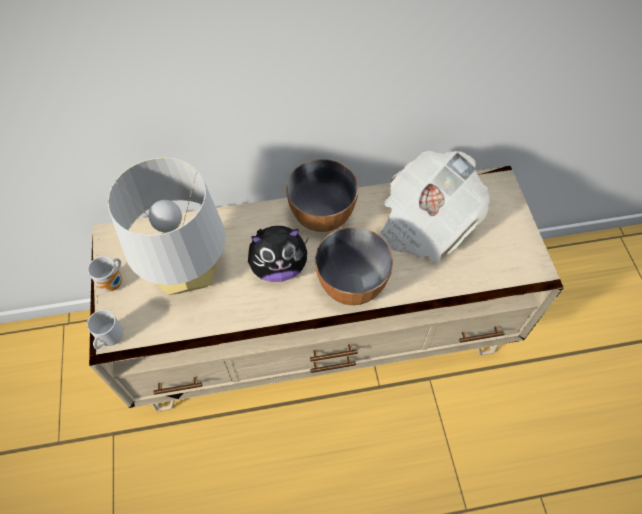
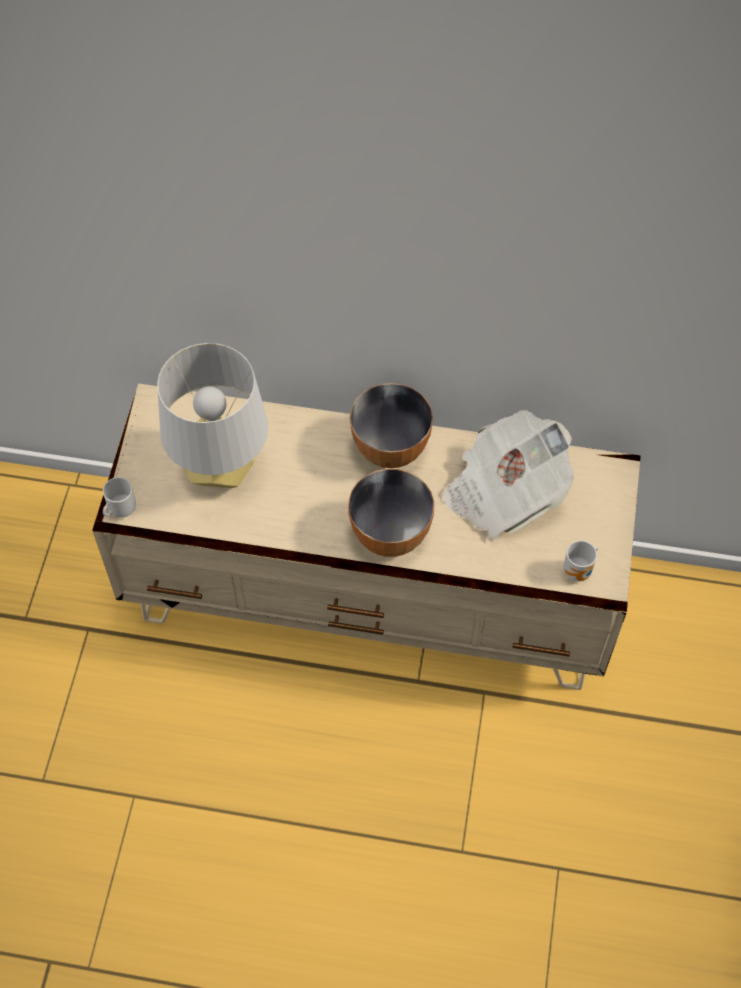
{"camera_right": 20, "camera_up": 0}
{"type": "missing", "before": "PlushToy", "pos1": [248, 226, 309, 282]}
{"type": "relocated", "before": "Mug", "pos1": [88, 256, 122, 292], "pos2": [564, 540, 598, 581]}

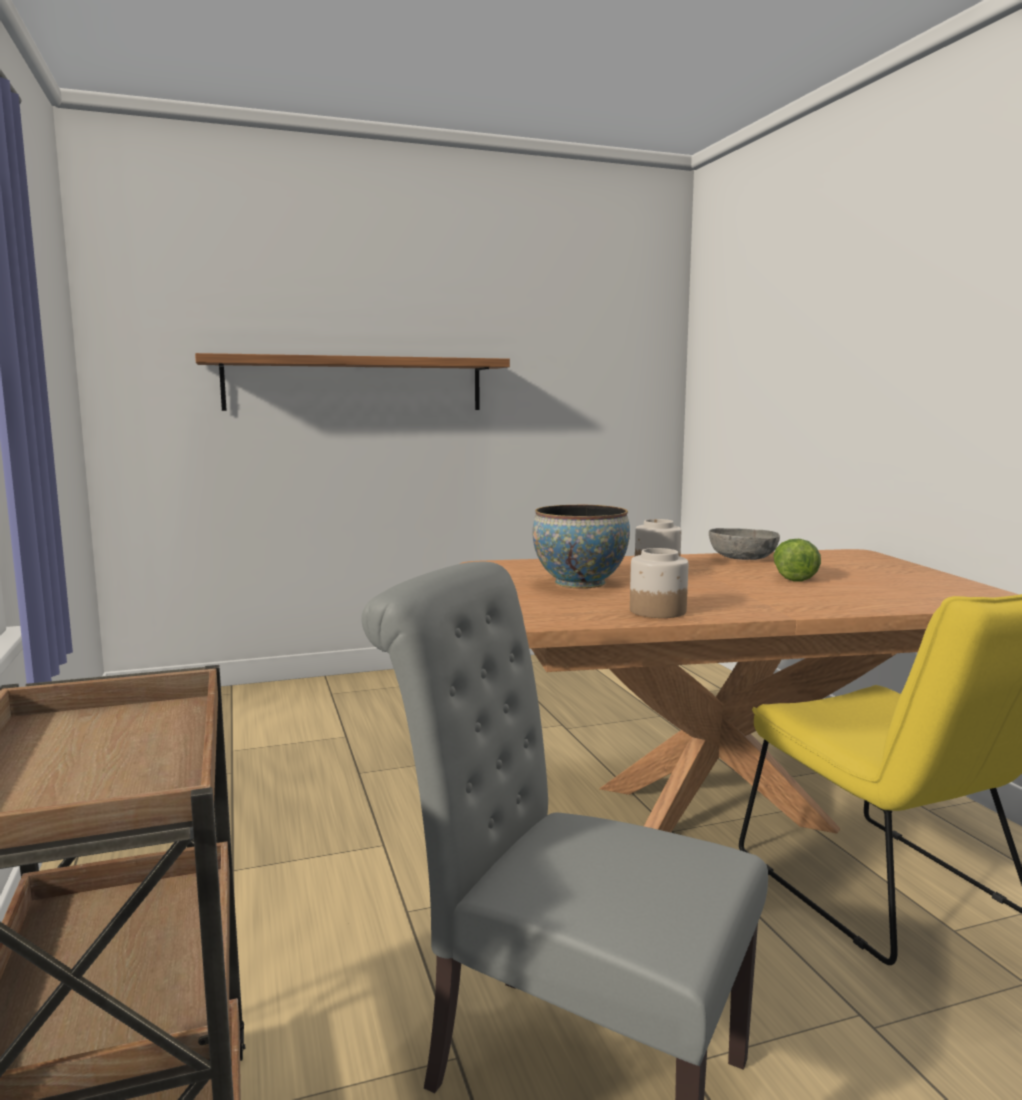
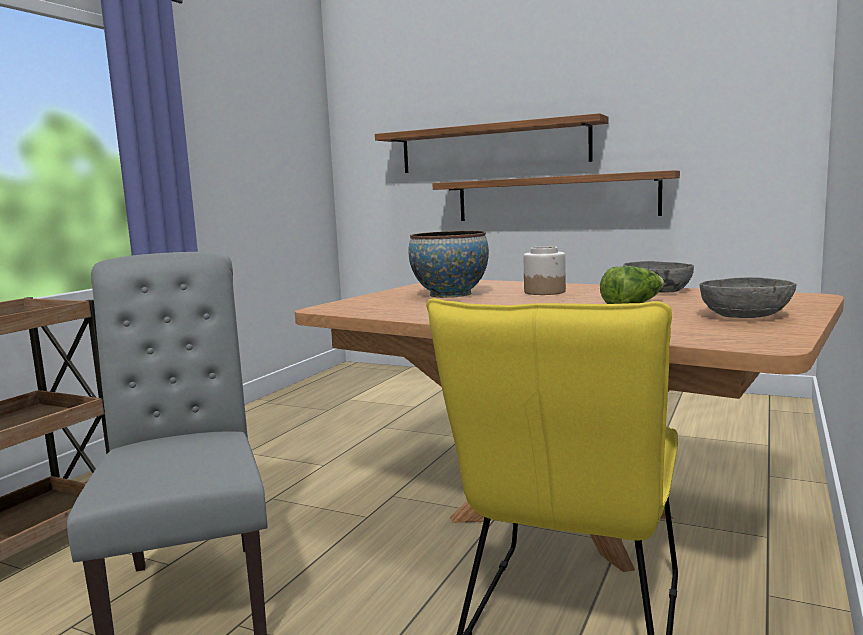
{"camera_right": 45, "camera_up": 0}
{"type": "missing", "before": "Jar", "pos1": [630, 548, 688, 618]}
{"type": "appeared", "after": "Shelf", "pos2": [432, 170, 680, 221]}
{"type": "appeared", "after": "GreyBowl", "pos2": [699, 277, 797, 318]}

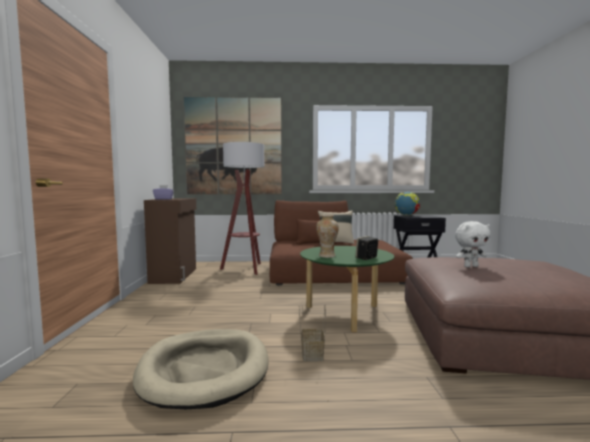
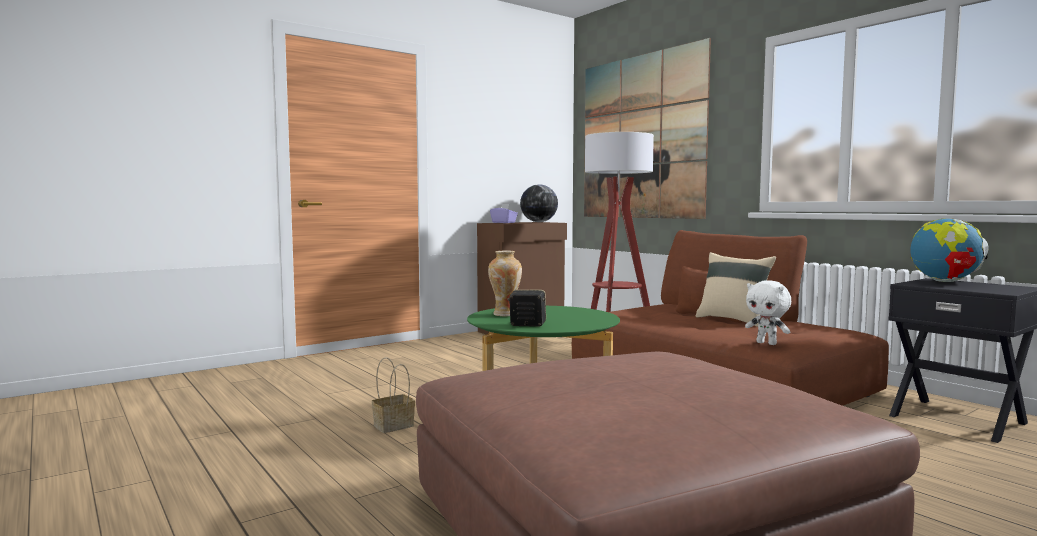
{"camera_right": 55, "camera_up": 0}
{"type": "missing", "before": "BeigeDogBed", "pos1": [133, 329, 269, 409]}
{"type": "appeared", "after": "Globe", "pos2": [520, 184, 558, 222]}
{"type": "relocated", "before": "WhitePlushToy", "pos1": [455, 221, 491, 267], "pos2": [745, 280, 791, 345]}

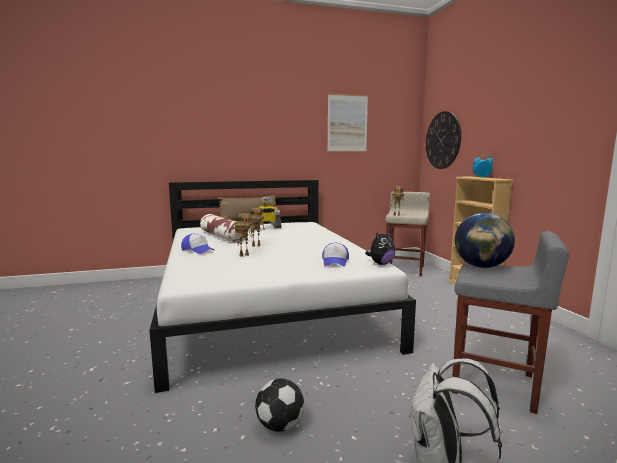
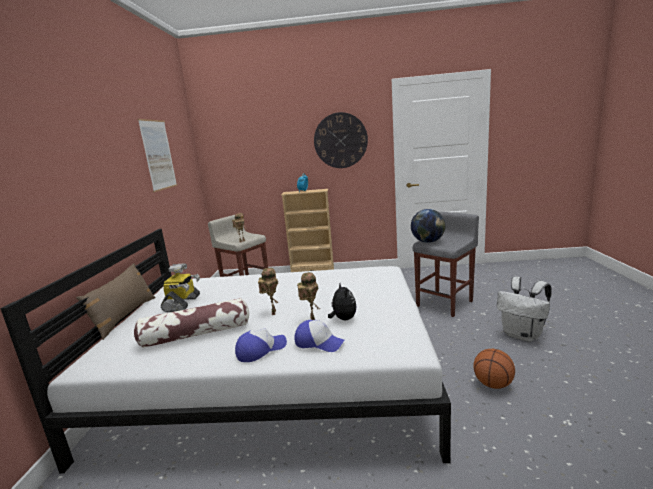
{"camera_right": -70, "camera_up": 5}
{"type": "relocated", "before": "Cap", "pos1": [322, 243, 349, 267], "pos2": [295, 320, 344, 352]}
{"type": "relocated", "before": "PlushToy", "pos1": [365, 231, 395, 265], "pos2": [328, 283, 357, 320]}
{"type": "relocated", "before": "WallClock", "pos1": [426, 111, 461, 169], "pos2": [314, 112, 368, 168]}
{"type": "exchanged", "before": "Football", "after": "Basketball", "pos1": [255, 378, 304, 432], "pos2": [473, 349, 515, 389]}

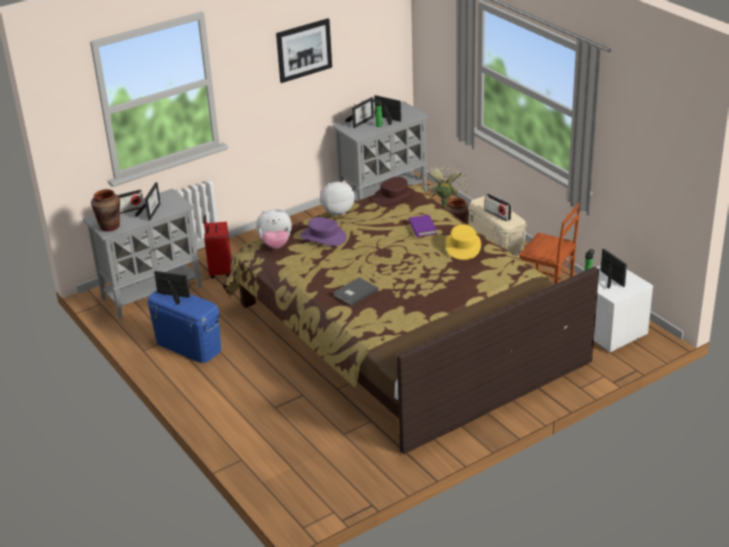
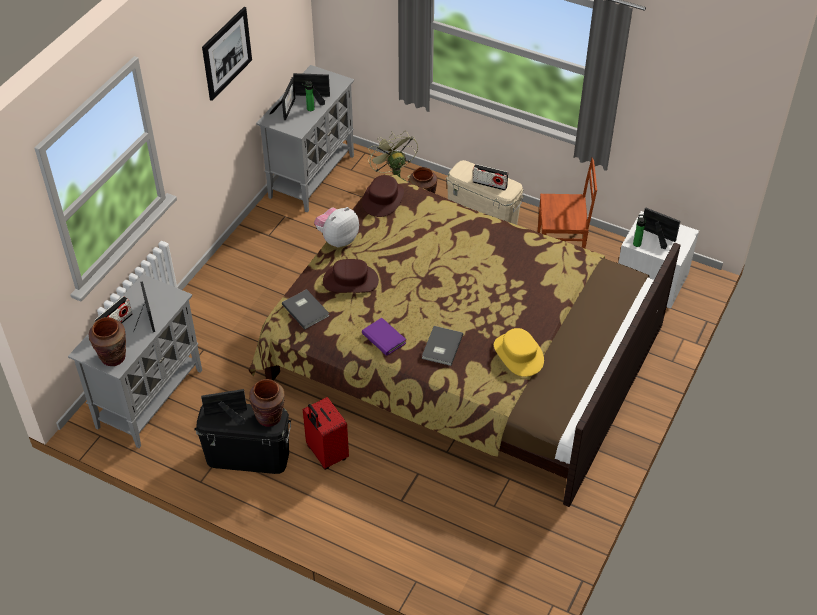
{"camera_right": -30, "camera_up": 15}
{"type": "appeared", "after": "BrownVase", "pos2": [249, 379, 285, 427]}
{"type": "relocated", "before": "RedSuitcase", "pos1": [204, 215, 231, 278], "pos2": [303, 397, 349, 470]}
{"type": "relocated", "before": "PurpleBook", "pos1": [408, 215, 437, 237], "pos2": [362, 318, 406, 356]}
{"type": "relocated", "before": "YellowHat", "pos1": [445, 224, 481, 260], "pos2": [494, 328, 544, 377]}
{"type": "exchanged", "before": "PlushToy", "after": "GreyBook", "pos1": [256, 209, 292, 249], "pos2": [282, 289, 329, 330]}
{"type": "colour", "before": "BlueStorageBox", "after": "BlackStorageBox", "pos1": [147, 291, 221, 363], "pos2": [195, 404, 291, 474]}
{"type": "colour", "before": "PurpleHat", "after": "BrownHat", "pos1": [300, 217, 347, 246], "pos2": [323, 259, 379, 293]}

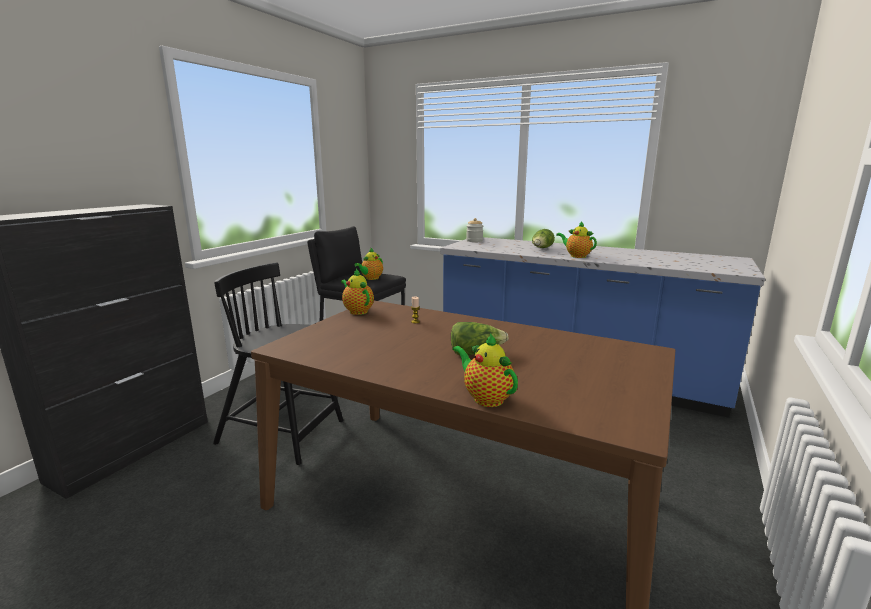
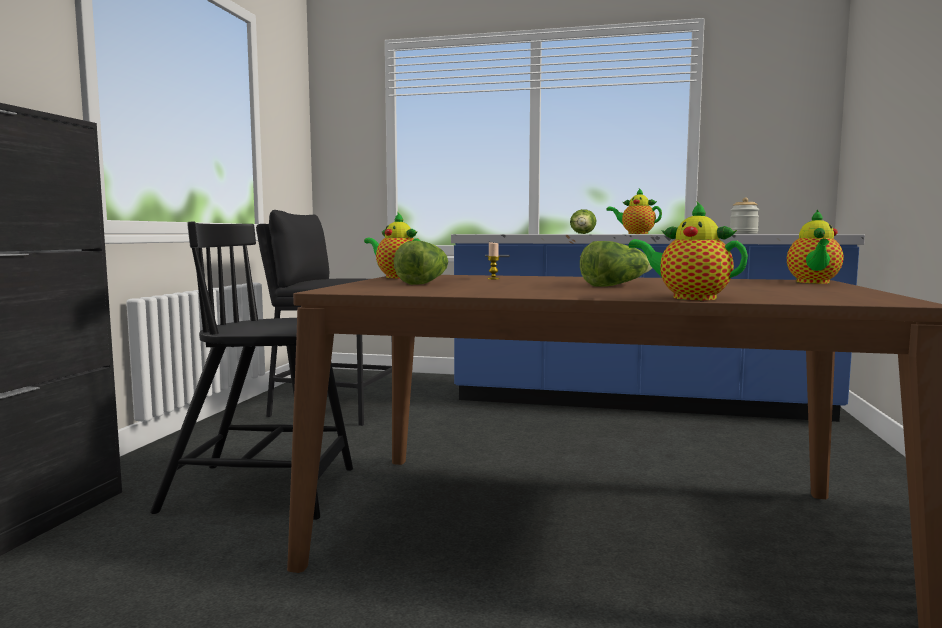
{"camera_right": -15, "camera_up": -10}
{"type": "appeared", "after": "Lettuce", "pos2": [393, 241, 448, 285]}
{"type": "relocated", "before": "Teapot", "pos1": [354, 248, 383, 280], "pos2": [787, 209, 843, 284]}
{"type": "relocated", "before": "Jar", "pos1": [466, 218, 483, 242], "pos2": [730, 197, 759, 234]}

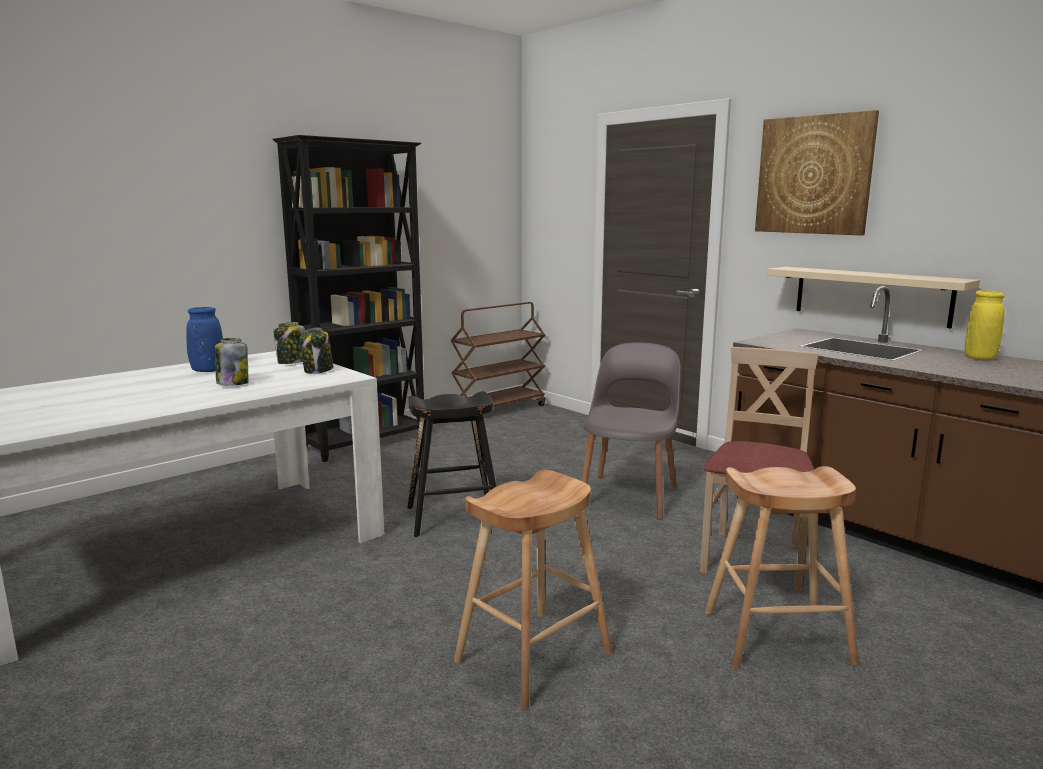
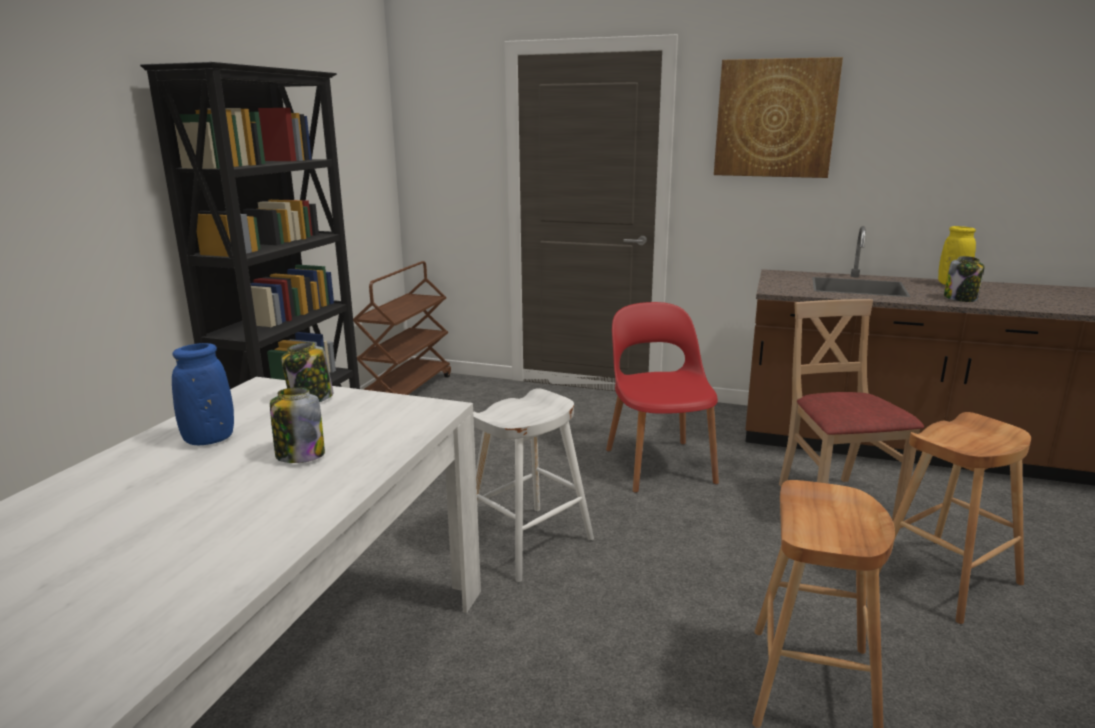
{"camera_right": -30, "camera_up": 5}
{"type": "missing", "before": "BeigeShelf", "pos1": [767, 267, 980, 328]}
{"type": "relocated", "before": "Jar", "pos1": [300, 328, 333, 374], "pos2": [944, 256, 985, 302]}
{"type": "colour", "before": "BlackStool", "after": "WhiteStool", "pos1": [407, 392, 496, 537], "pos2": [473, 388, 594, 582]}
{"type": "colour", "before": "GreyChair", "after": "RedChair", "pos1": [582, 342, 681, 519], "pos2": [606, 302, 719, 493]}

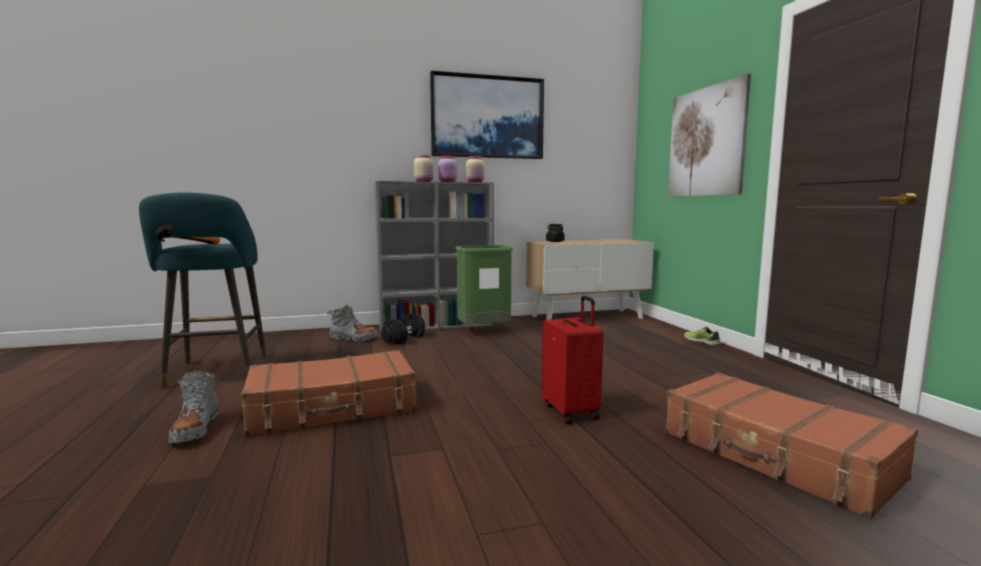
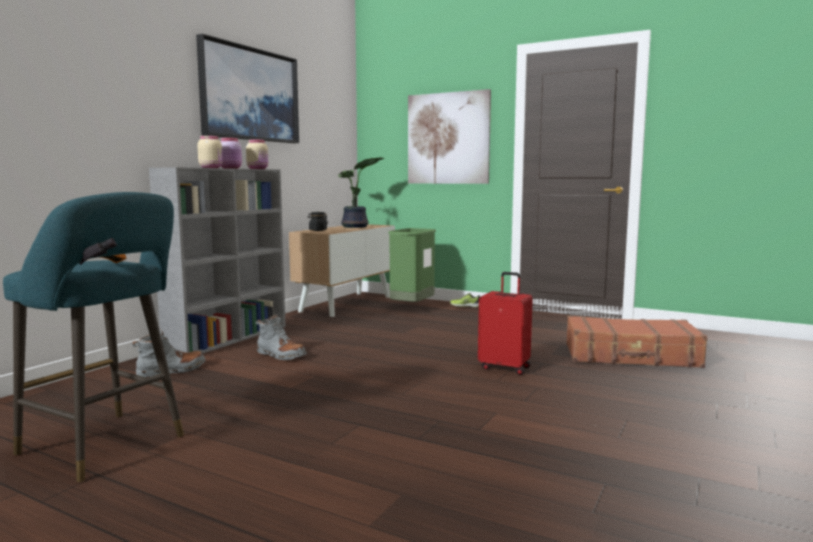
{"camera_right": -45, "camera_up": 0}
{"type": "missing", "before": "BrownSuitcase", "pos1": [241, 350, 416, 436]}
{"type": "missing", "before": "BlackDumbbell", "pos1": [381, 313, 425, 345]}
{"type": "appeared", "after": "PottedPlant", "pos2": [338, 157, 384, 228]}
{"type": "relocated", "before": "GreyBoot", "pos1": [168, 371, 219, 443], "pos2": [255, 315, 307, 360]}
{"type": "relocated", "before": "GreenTrashCan", "pos1": [455, 245, 513, 325], "pos2": [388, 228, 436, 302]}

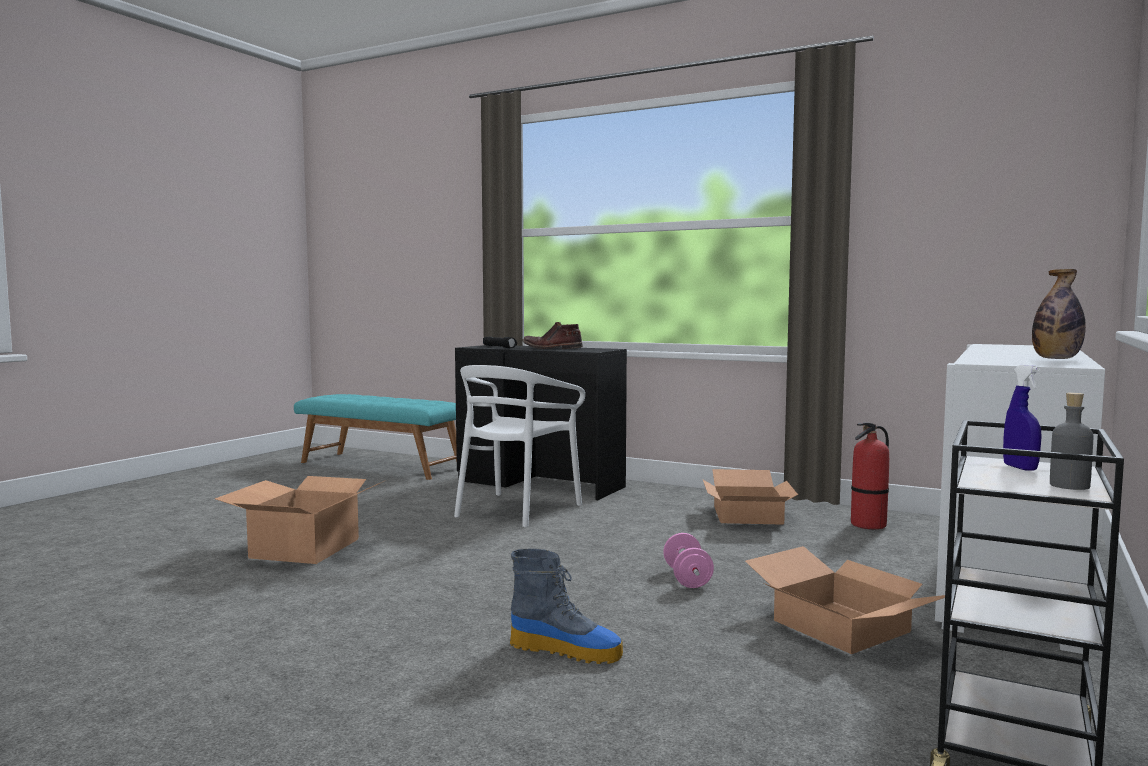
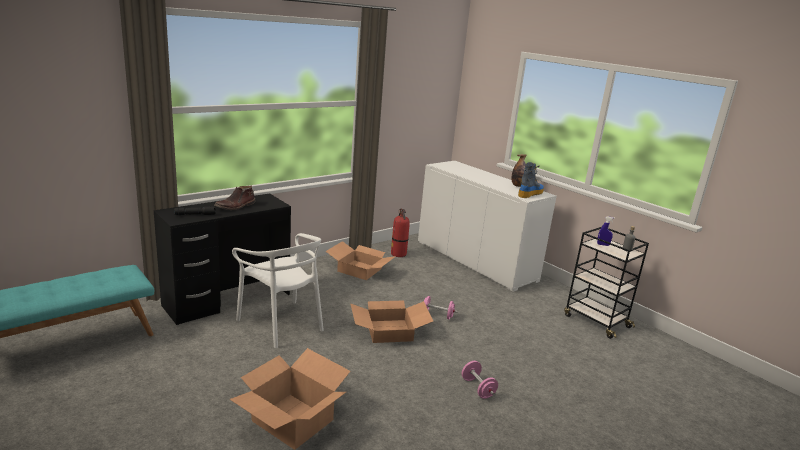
{"camera_right": -70, "camera_up": 15}
{"type": "appeared", "after": "PinkDumbbell", "pos2": [462, 361, 498, 399]}
{"type": "relocated", "before": "Boot", "pos1": [510, 549, 623, 664], "pos2": [518, 162, 544, 198]}
{"type": "relocated", "before": "CardboardBox", "pos1": [745, 546, 945, 654], "pos2": [350, 300, 433, 343]}

